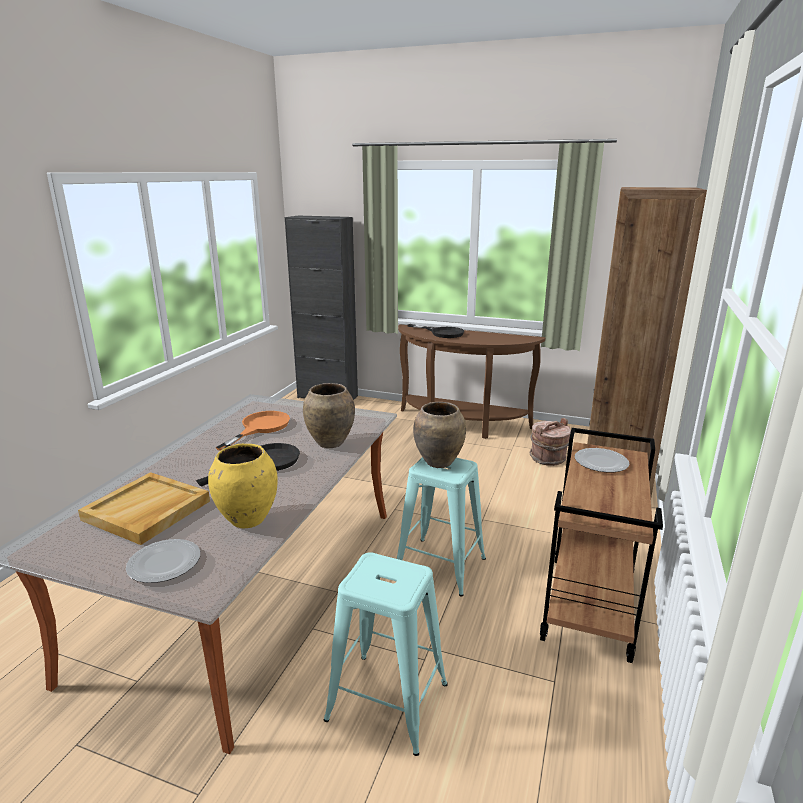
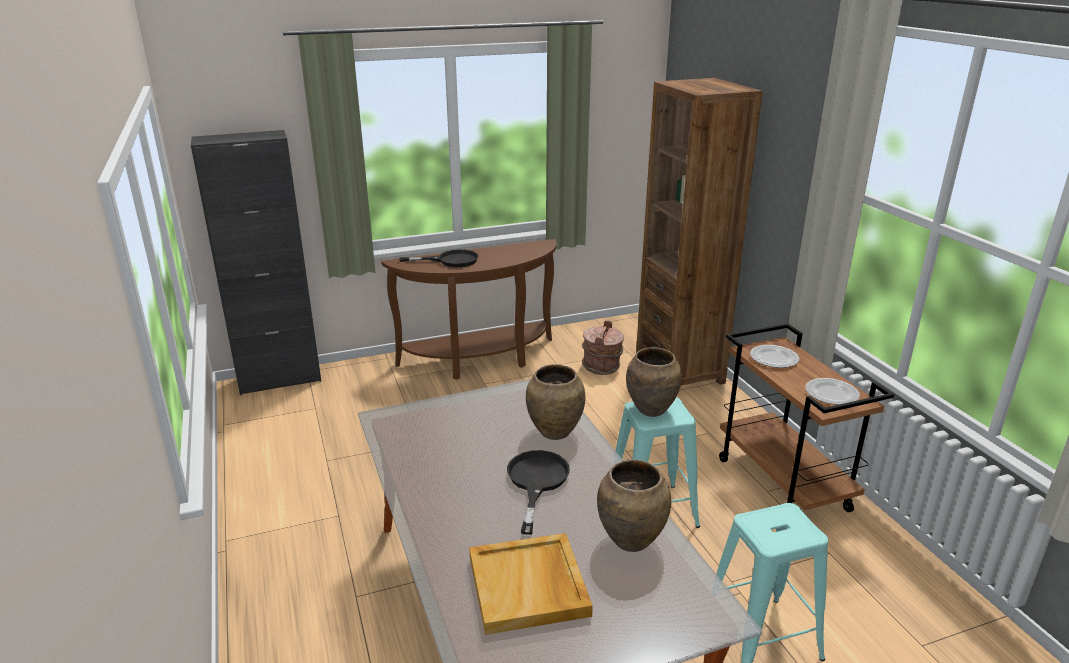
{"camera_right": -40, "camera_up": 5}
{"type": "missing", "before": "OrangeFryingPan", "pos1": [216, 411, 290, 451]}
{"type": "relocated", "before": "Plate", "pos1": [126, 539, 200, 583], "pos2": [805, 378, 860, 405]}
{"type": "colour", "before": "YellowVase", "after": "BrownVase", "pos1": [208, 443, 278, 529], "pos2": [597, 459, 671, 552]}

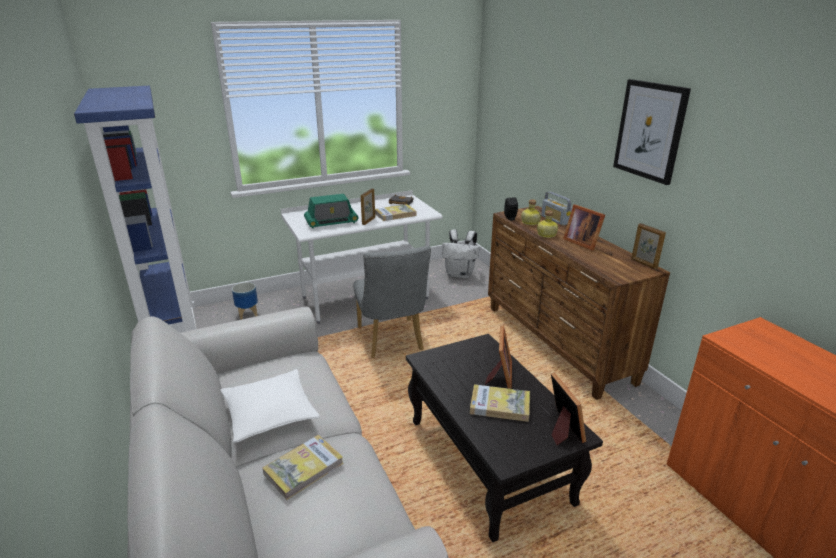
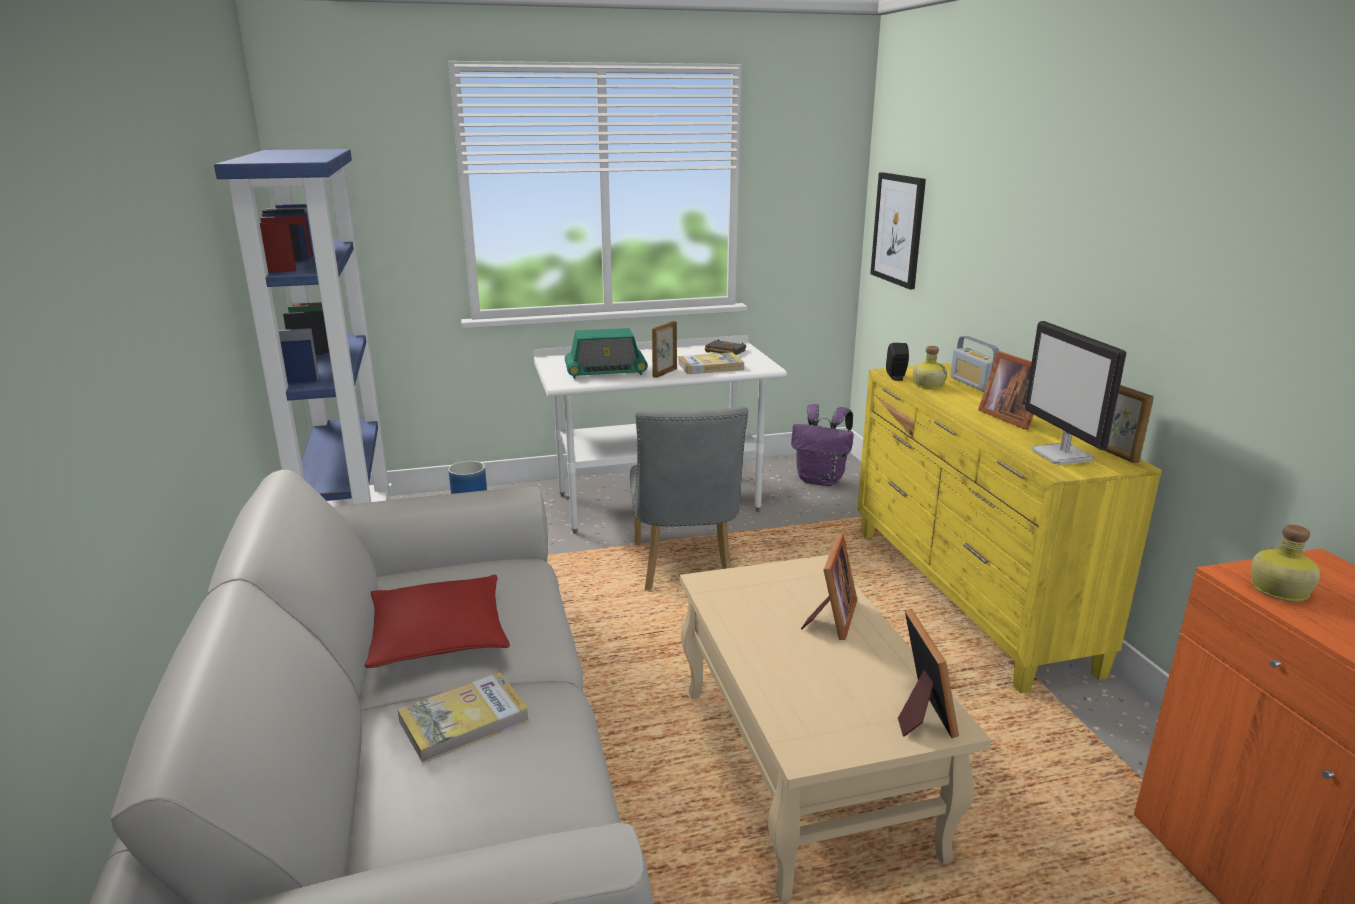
{"camera_right": 10, "camera_up": -5}
{"type": "missing", "before": "Book", "pos1": [470, 384, 530, 422]}
{"type": "appeared", "after": "Monitor", "pos2": [1025, 321, 1126, 465]}
{"type": "relocated", "before": "Bottle", "pos1": [537, 210, 558, 238], "pos2": [1251, 524, 1320, 601]}
{"type": "relocated", "before": "Picture", "pos1": [613, 79, 691, 185], "pos2": [870, 172, 926, 289]}
{"type": "colour", "before": "WhitePillow", "after": "RedPillow", "pos1": [220, 369, 320, 443], "pos2": [365, 575, 510, 668]}
{"type": "colour", "before": "BlackCoffeeTable", "after": "BeigeCoffeeTable", "pos1": [406, 334, 603, 542], "pos2": [680, 555, 991, 902]}
{"type": "colour", "before": "WhiteBackpack", "after": "PurpleBackpack", "pos1": [442, 230, 479, 278], "pos2": [791, 404, 854, 486]}
{"type": "colour", "before": "BrownDresser", "after": "YellowDresser", "pos1": [488, 206, 670, 400], "pos2": [857, 363, 1162, 693]}

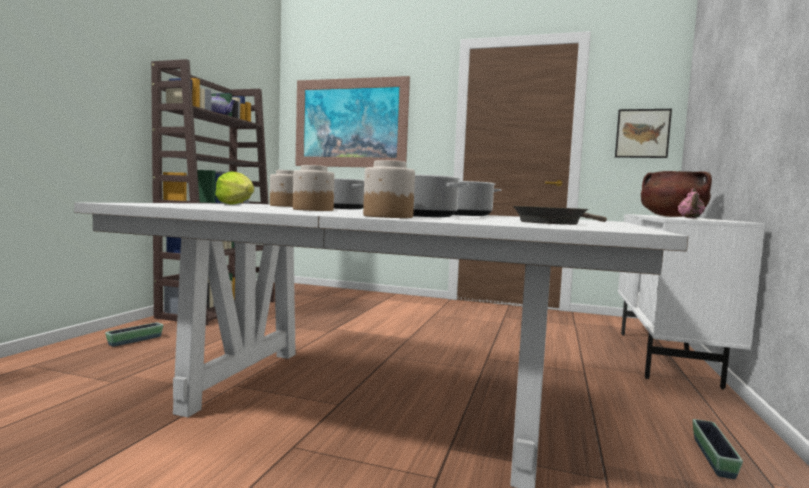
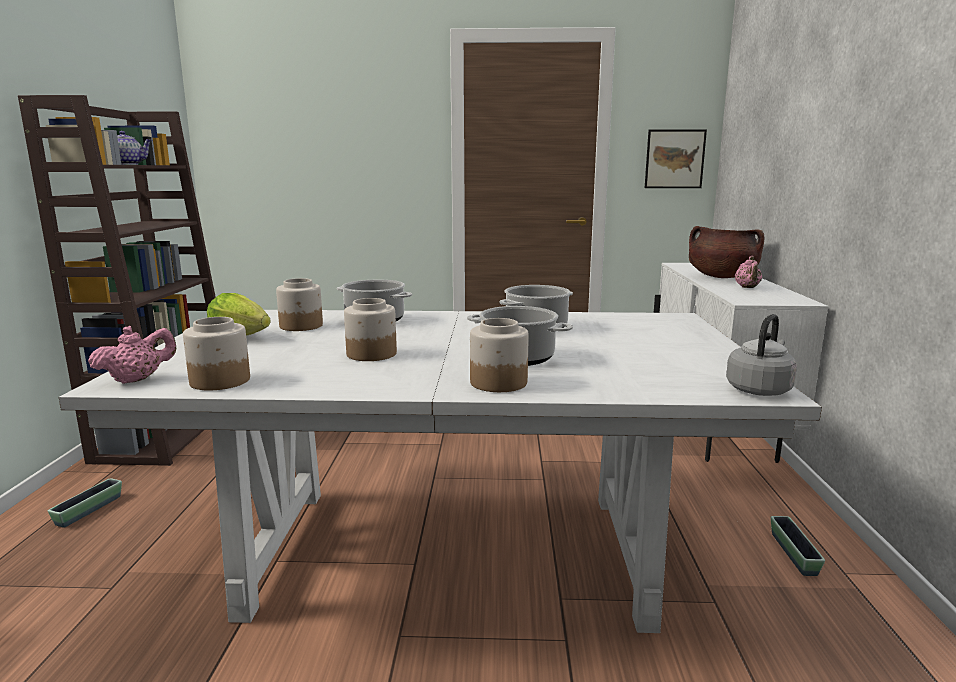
{"camera_right": -15, "camera_up": 10}
{"type": "missing", "before": "Picture", "pos1": [295, 76, 410, 167]}
{"type": "missing", "before": "BrownFryingPan", "pos1": [513, 206, 607, 225]}
{"type": "appeared", "after": "PinkTeapot", "pos2": [88, 326, 176, 384]}
{"type": "appeared", "after": "Jar", "pos2": [183, 317, 250, 391]}
{"type": "appeared", "after": "GreyKettle", "pos2": [726, 314, 797, 396]}

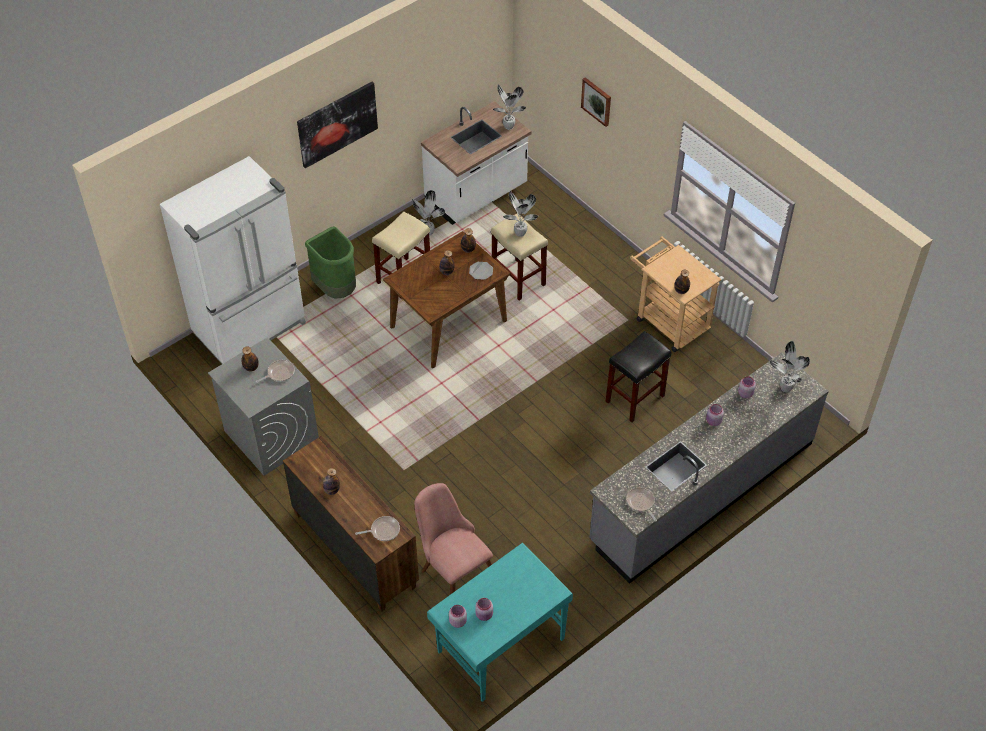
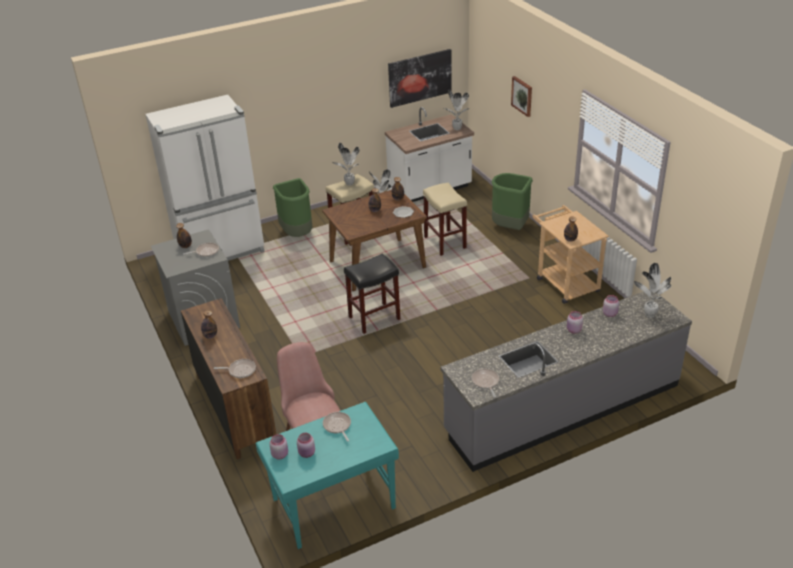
{"camera_right": 15, "camera_up": -15}
{"type": "appeared", "after": "FryingPan", "pos2": [323, 412, 351, 442]}
{"type": "appeared", "after": "GreenTrashCan", "pos2": [492, 173, 533, 230]}
{"type": "relocated", "before": "Picture", "pos1": [297, 82, 378, 168], "pos2": [388, 49, 452, 108]}
{"type": "relocated", "before": "PottedPlant", "pos1": [503, 191, 538, 237], "pos2": [332, 143, 359, 185]}
{"type": "relocated", "before": "BlackStool", "pos1": [606, 331, 671, 422], "pos2": [344, 254, 400, 334]}

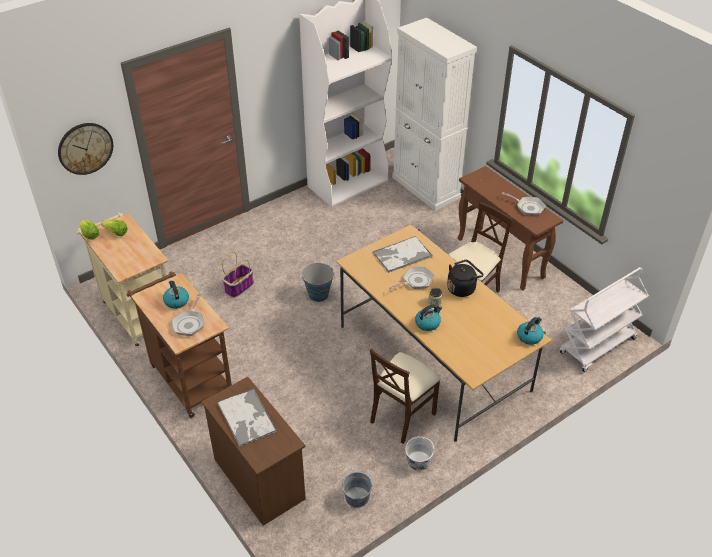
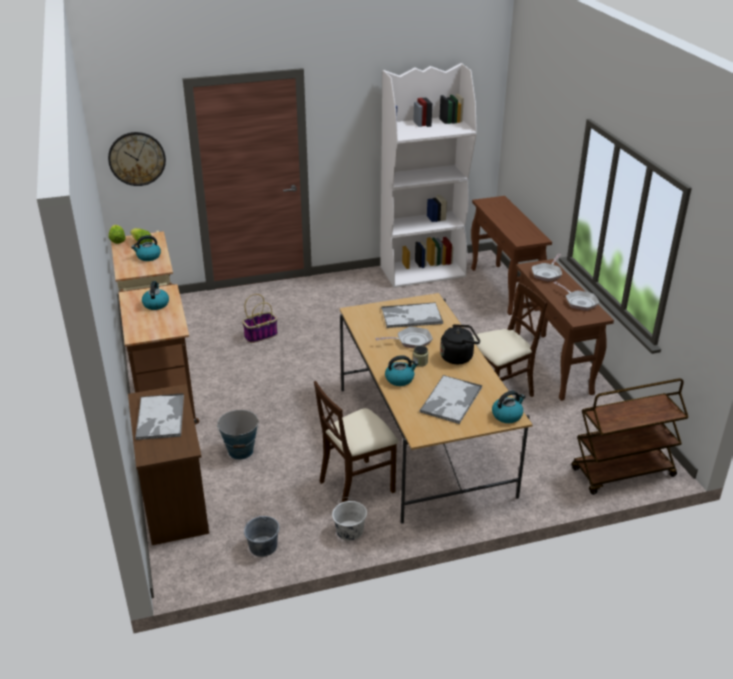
{"camera_right": 20, "camera_up": -10}
{"type": "appeared", "after": "Kettle", "pos2": [131, 235, 161, 261]}
{"type": "appeared", "after": "Tray", "pos2": [419, 375, 482, 424]}
{"type": "relocated", "before": "FryingPan", "pos1": [171, 294, 204, 336], "pos2": [532, 254, 562, 282]}
{"type": "relocated", "before": "Bucket", "pos1": [302, 263, 335, 302], "pos2": [217, 410, 259, 460]}
{"type": "exchanged", "before": "WhiteCabinet", "after": "BrownConsoleTable", "pos1": [392, 17, 477, 211], "pos2": [471, 196, 552, 315]}
{"type": "colour", "before": "WhiteCart", "after": "BrownCart", "pos1": [559, 267, 649, 372], "pos2": [571, 378, 688, 495]}

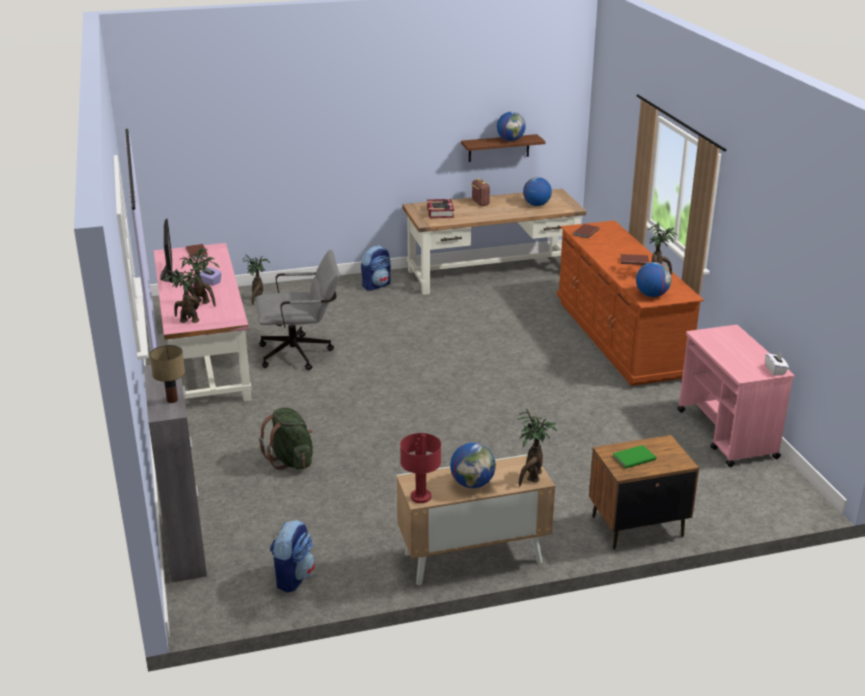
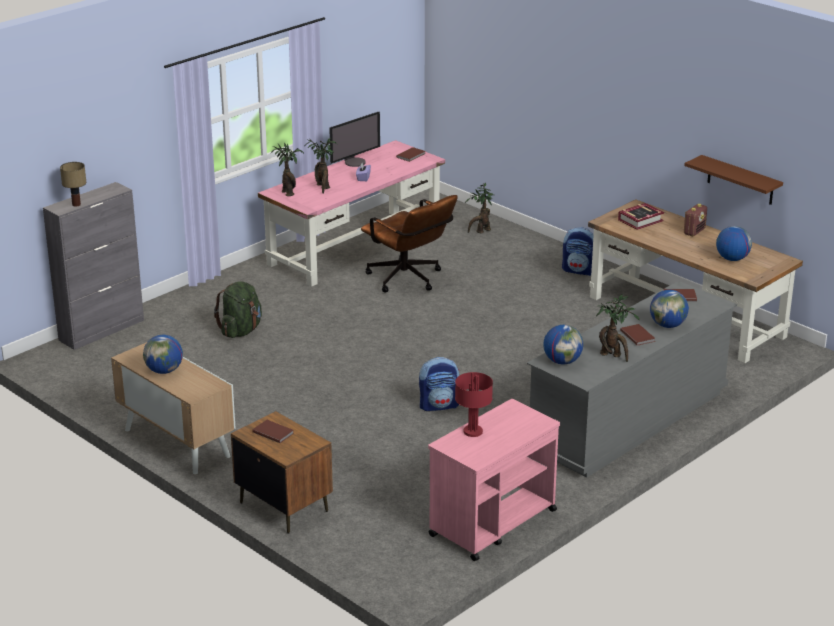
{"camera_right": 60, "camera_up": 0}
{"type": "missing", "before": "PottedPlant", "pos1": [519, 408, 557, 486]}
{"type": "missing", "before": "WhiteTissueBox", "pos1": [765, 351, 789, 375]}
{"type": "relocated", "before": "Backpack", "pos1": [270, 520, 315, 593], "pos2": [419, 357, 459, 411]}
{"type": "relocated", "before": "RedTableLamp", "pos1": [400, 433, 441, 503], "pos2": [455, 372, 493, 437]}
{"type": "relocated", "before": "Globe", "pos1": [497, 112, 526, 141], "pos2": [650, 290, 689, 328]}
{"type": "colour", "before": "GreyOfficeChair", "after": "BrownOfficeChair", "pos1": [256, 250, 340, 370], "pos2": [361, 195, 458, 292]}
{"type": "colour", "before": "BrownDresser", "after": "GreyDresser", "pos1": [557, 220, 704, 386], "pos2": [527, 281, 737, 478]}
{"type": "colour", "before": "GreenBook", "after": "BrownBook", "pos1": [613, 445, 656, 469], "pos2": [252, 420, 294, 443]}

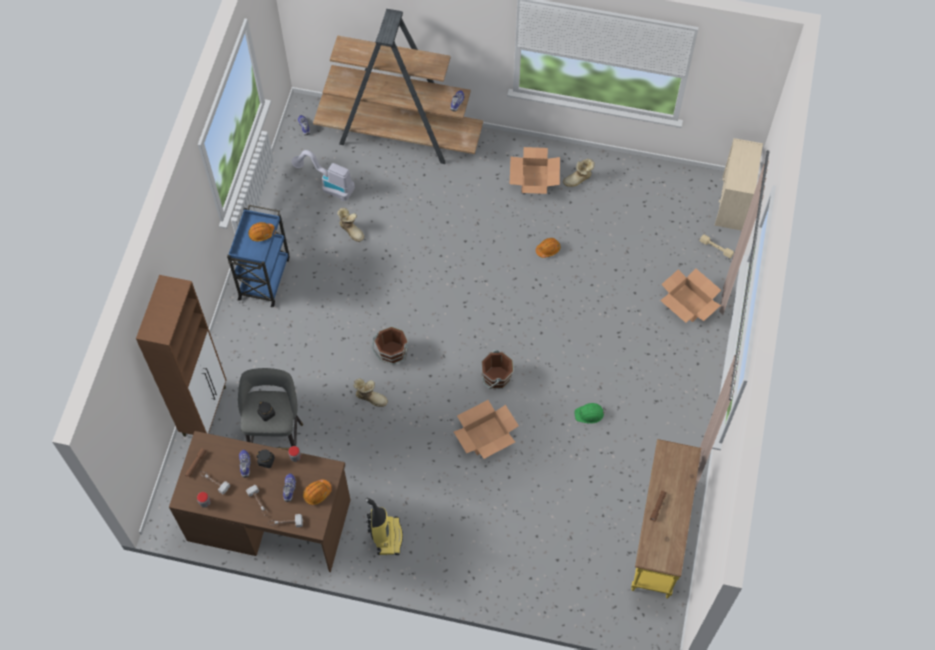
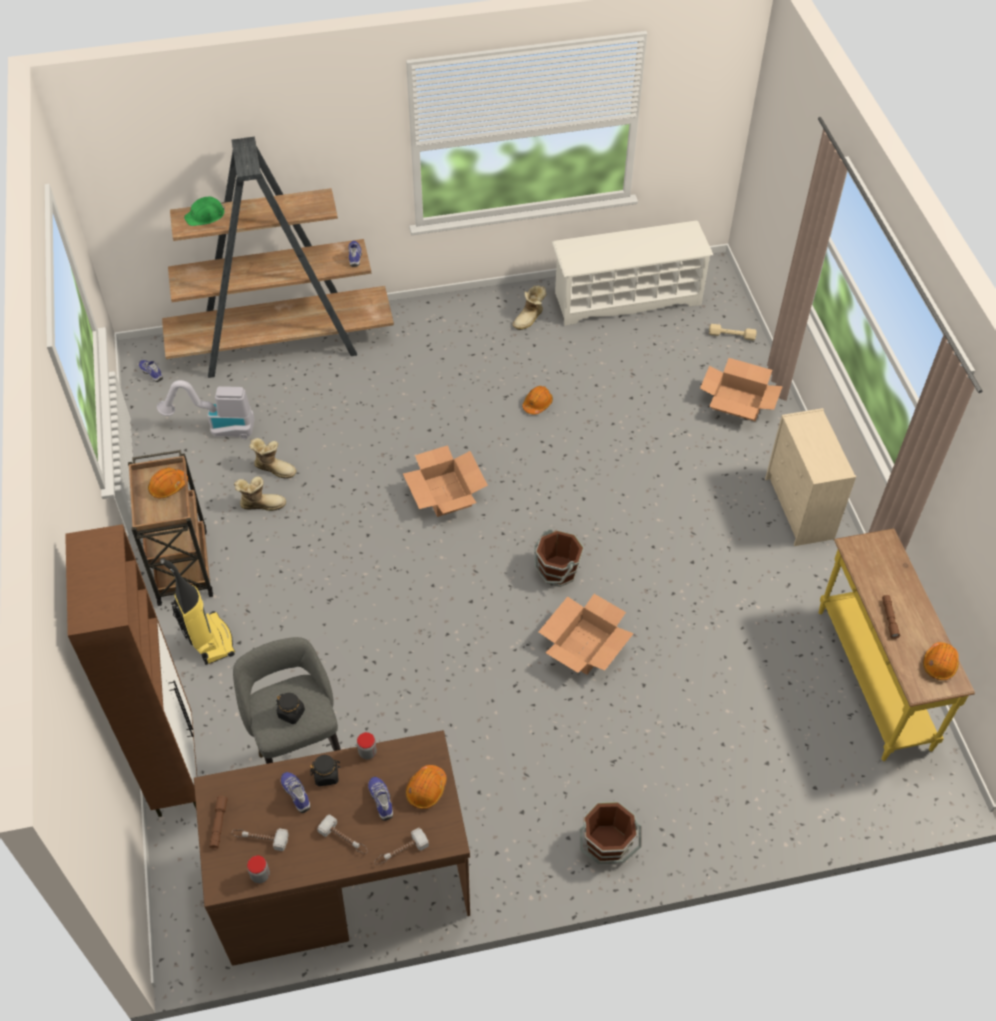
{"camera_right": -25, "camera_up": -10}
{"type": "appeared", "after": "WhiteShoeRack", "pos2": [552, 221, 713, 326]}
{"type": "appeared", "after": "OrangeHardHat", "pos2": [923, 642, 959, 680]}
{"type": "relocated", "before": "Boot", "pos1": [354, 379, 388, 407], "pos2": [234, 476, 286, 511]}
{"type": "relocated", "before": "VacuumCleaner", "pos1": [366, 498, 403, 555], "pos2": [160, 558, 235, 665]}
{"type": "relocated", "before": "BrownBucket", "pos1": [371, 326, 408, 365], "pos2": [580, 801, 641, 864]}
{"type": "relocated", "before": "CardboardBox", "pos1": [510, 147, 560, 194], "pos2": [403, 445, 488, 517]}
{"type": "relocated", "before": "GreenHardHat", "pos1": [574, 403, 606, 424], "pos2": [184, 196, 225, 226]}
{"type": "relocated", "before": "BeigeDresser", "pos1": [715, 138, 763, 231], "pos2": [765, 408, 856, 546]}
{"type": "colour", "before": "BlueCart", "after": "BrownCart", "pos1": [227, 205, 290, 307], "pos2": [128, 450, 213, 606]}

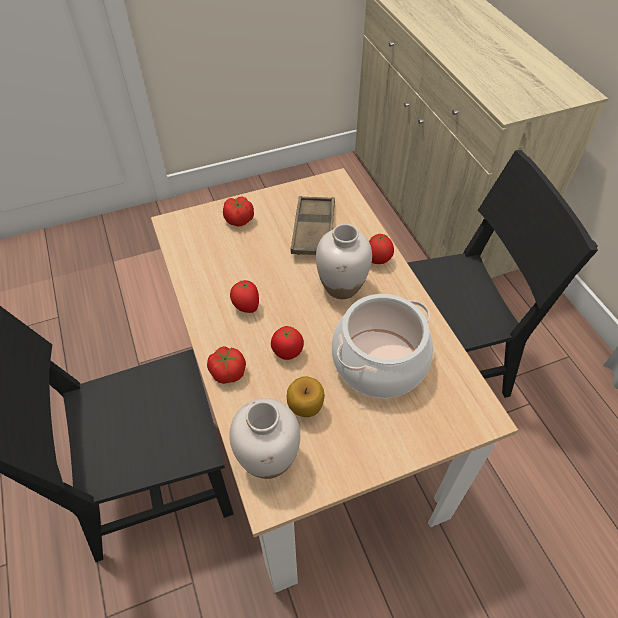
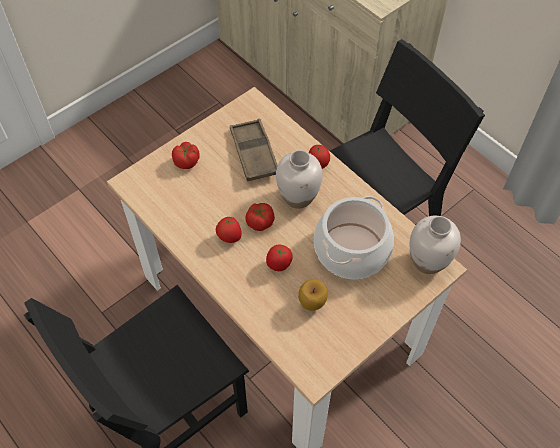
{"camera_right": -20, "camera_up": 5}
{"type": "relocated", "before": "Tomato", "pos1": [207, 346, 246, 384], "pos2": [245, 203, 275, 231]}
{"type": "relocated", "before": "WhiteVase", "pos1": [229, 398, 300, 479], "pos2": [410, 216, 461, 274]}

